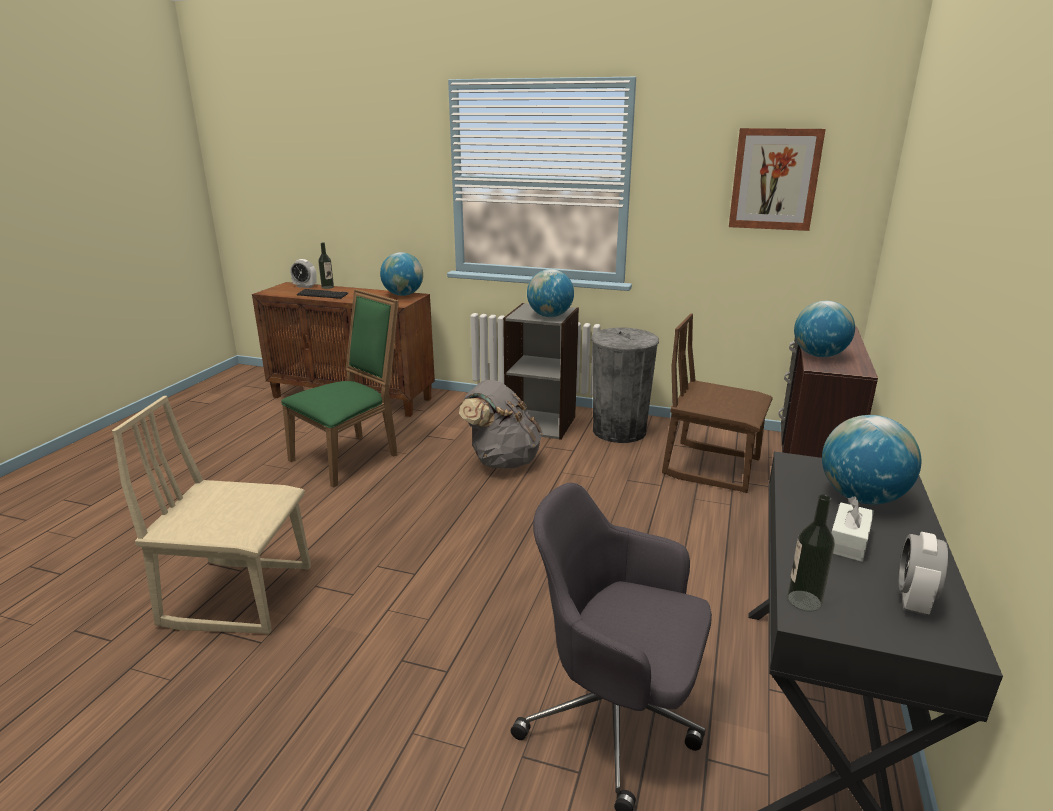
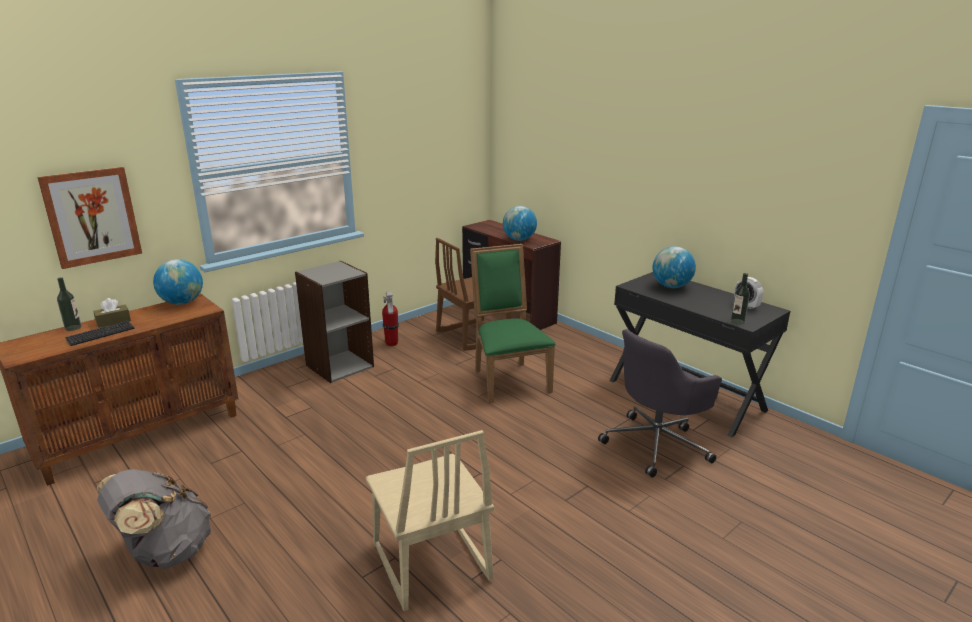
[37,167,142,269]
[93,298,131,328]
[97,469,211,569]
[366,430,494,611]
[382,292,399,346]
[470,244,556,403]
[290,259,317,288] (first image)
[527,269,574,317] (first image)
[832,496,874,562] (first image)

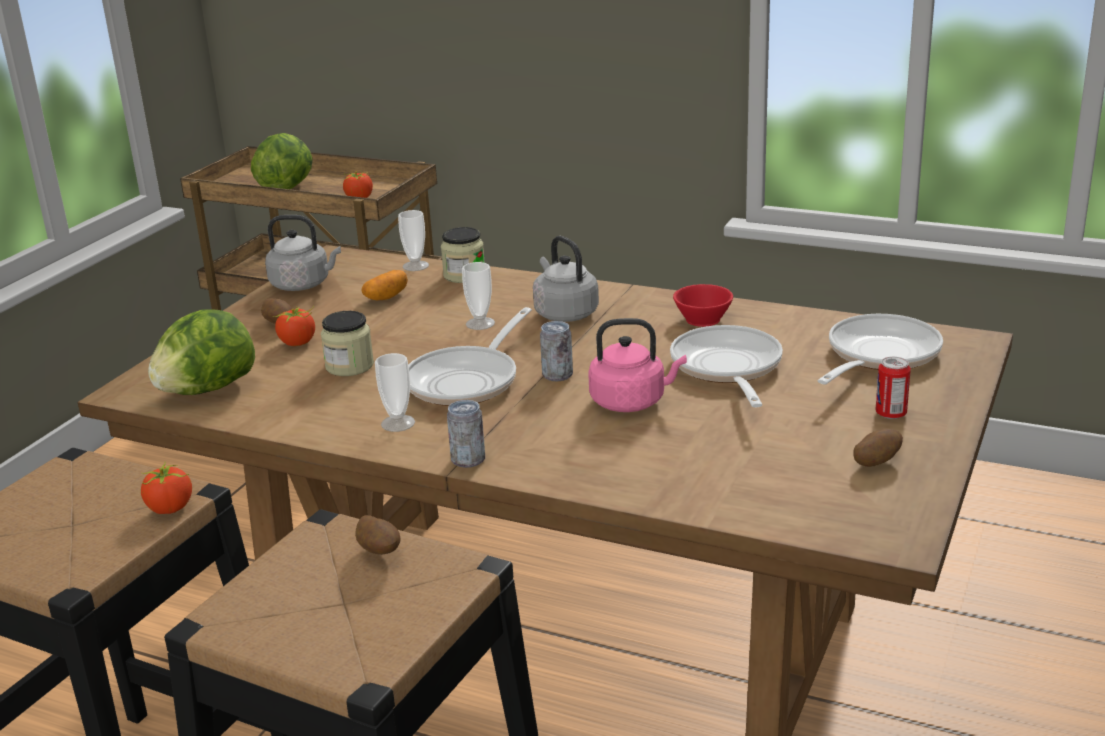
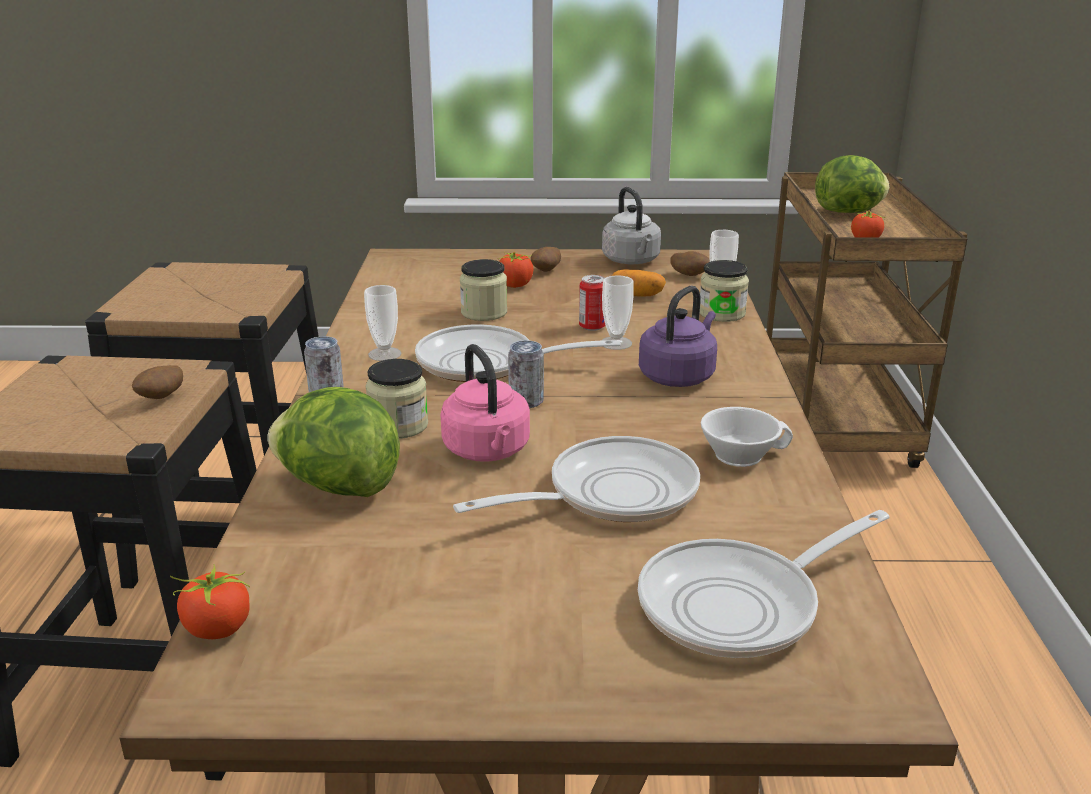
[170,564,250,639]
[267,387,400,497]
[365,359,428,439]
[579,275,606,331]
[638,510,890,658]
[639,286,717,387]
[670,251,710,276]
[701,407,793,467]

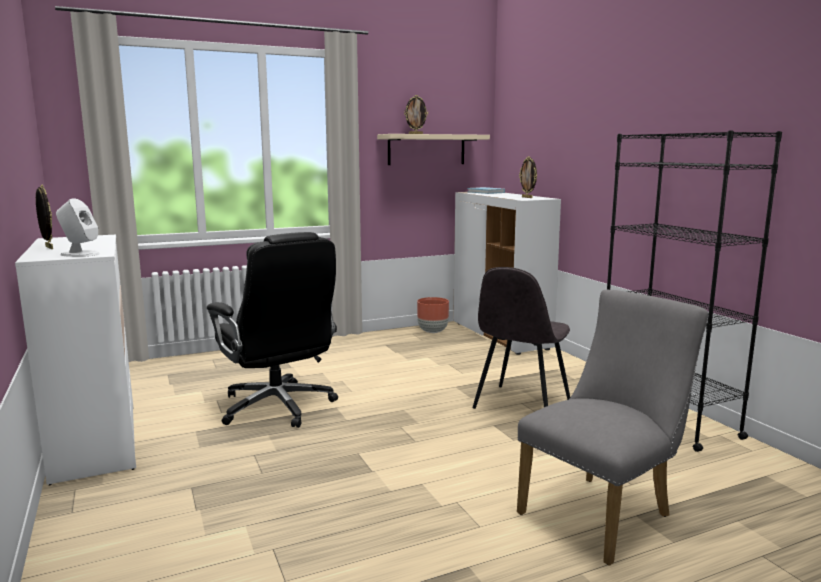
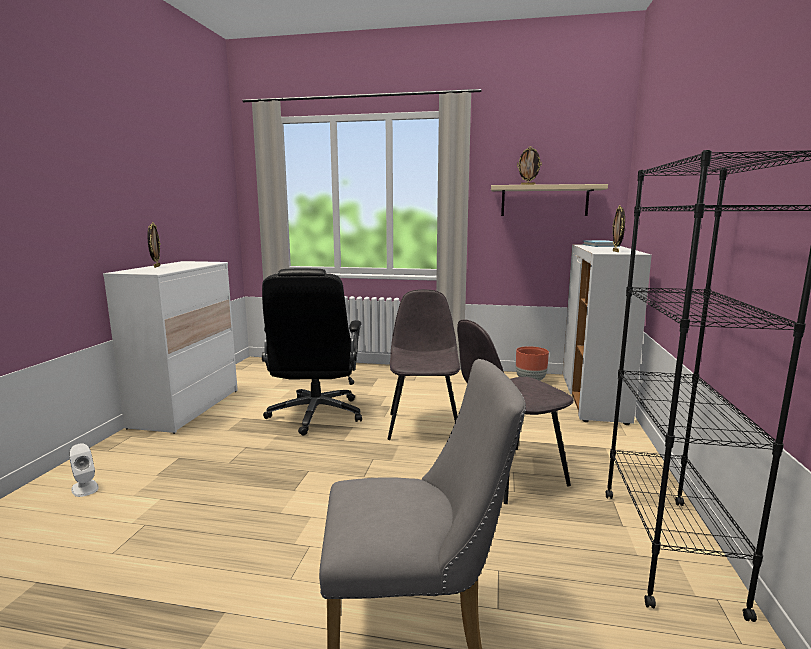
[69,444,99,497]
[387,289,460,440]

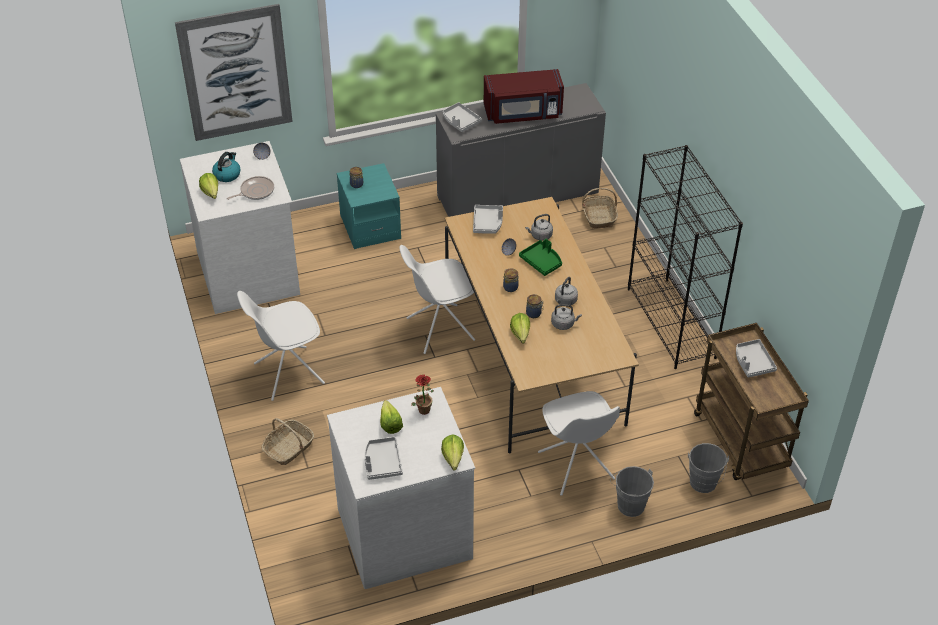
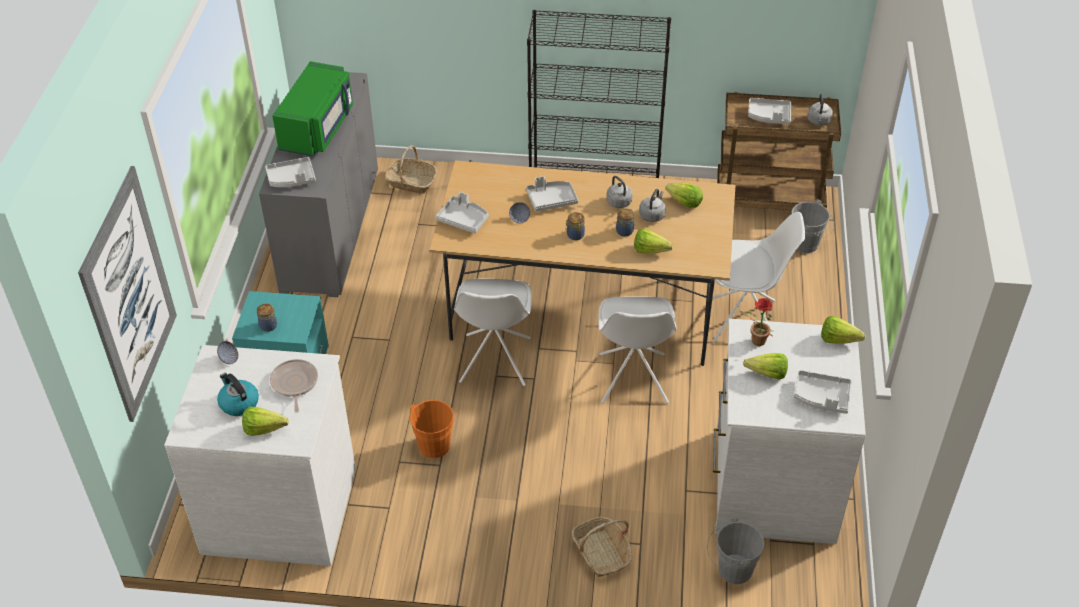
[272,61,353,156]
[410,400,460,458]
[526,176,578,212]
[598,297,677,404]
[665,183,703,208]
[707,518,765,584]
[807,94,833,126]

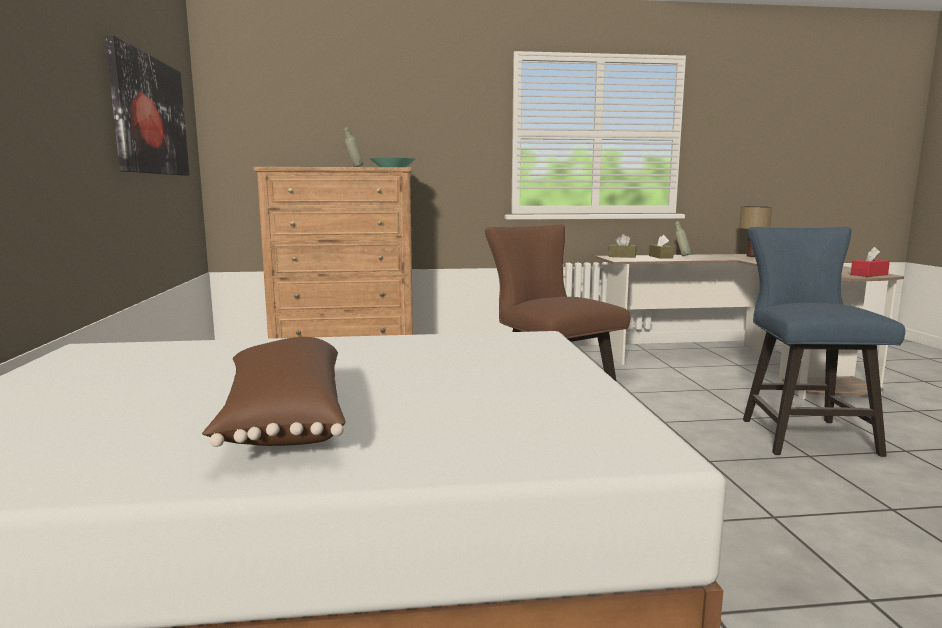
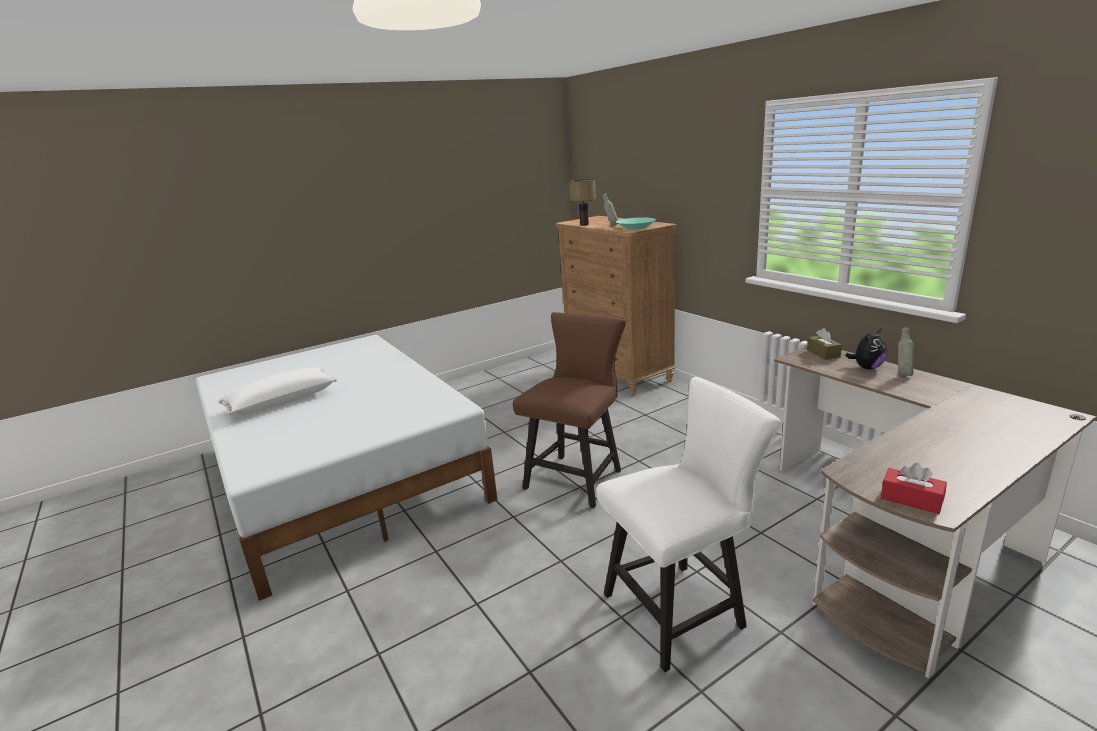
[218,367,337,415]
[570,179,596,226]
[596,377,781,672]
[845,329,887,370]
[105,35,189,176] (first image)

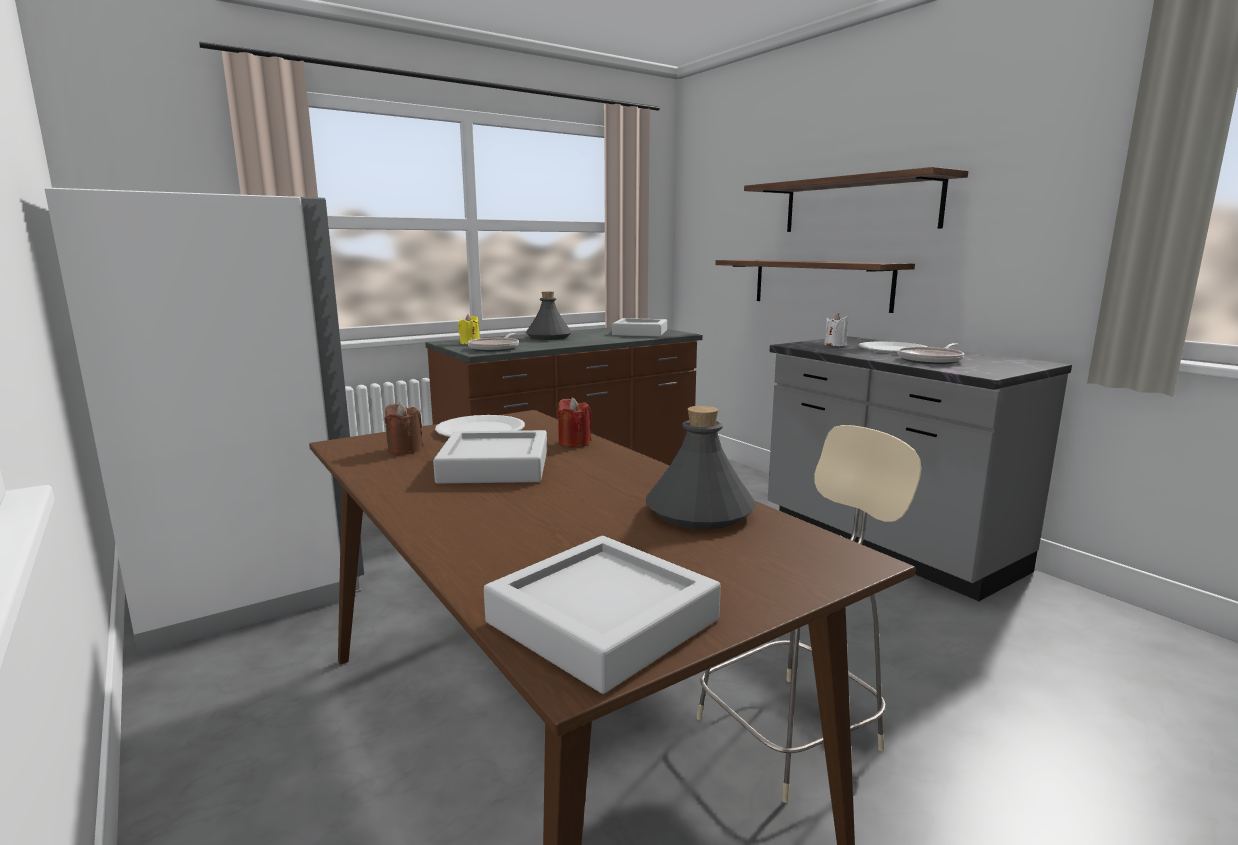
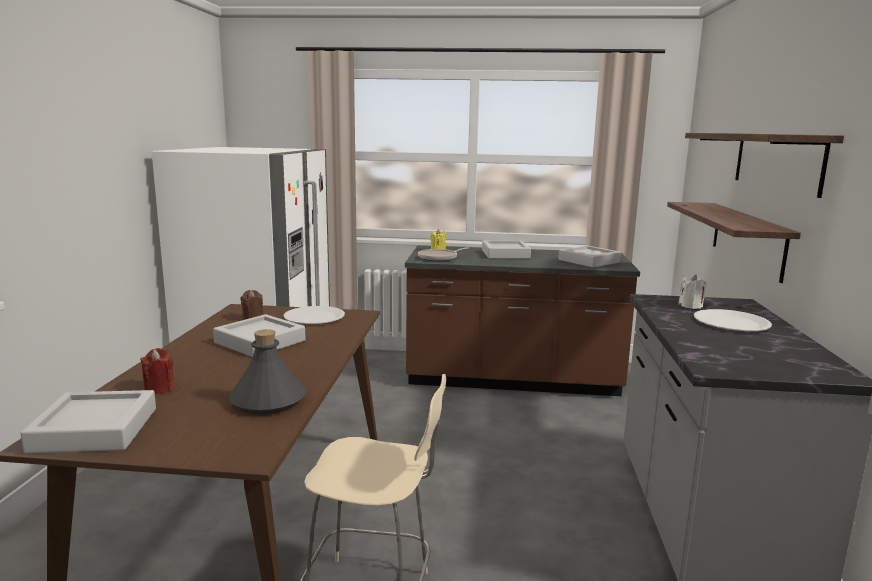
[140,348,175,394]
[482,240,531,259]
[897,343,964,364] (first image)

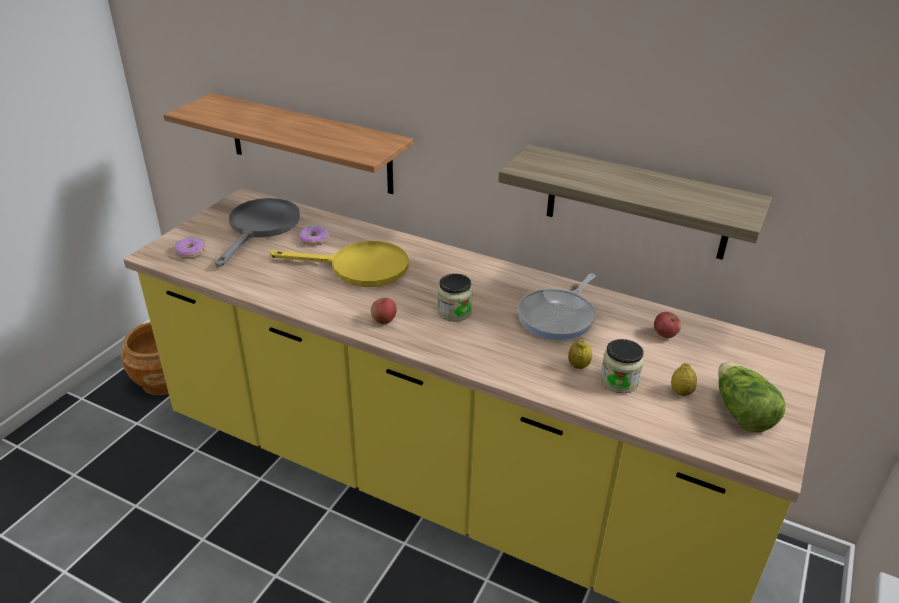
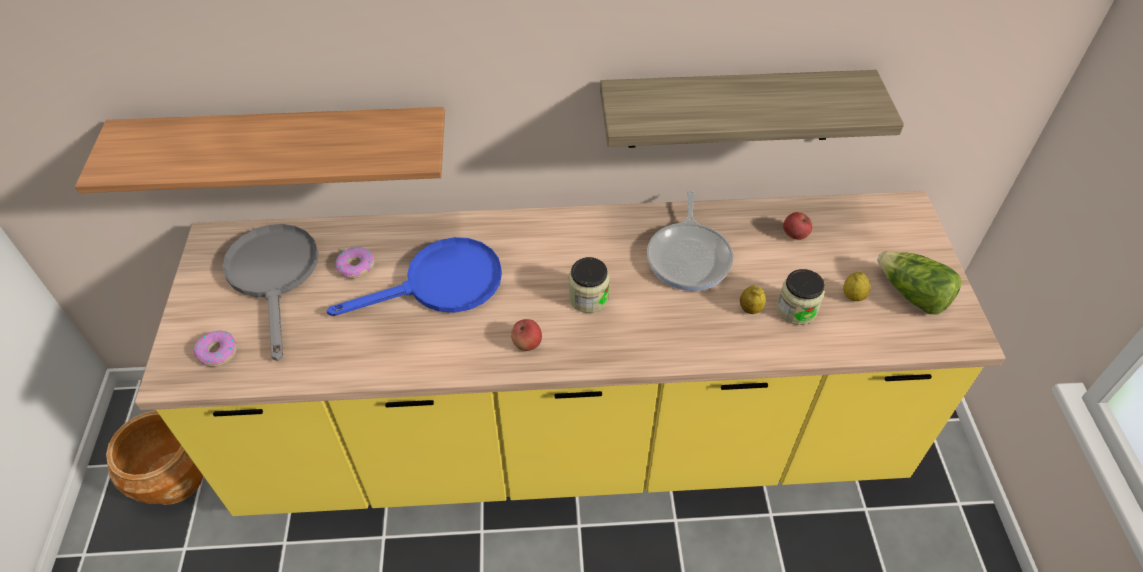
[327,237,502,316]

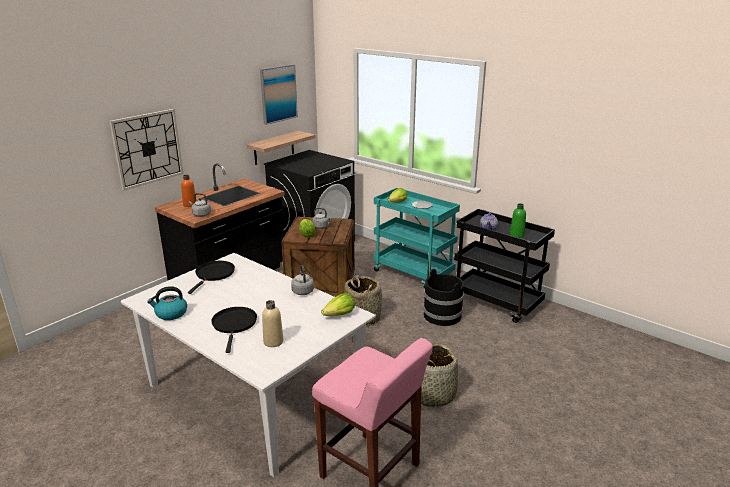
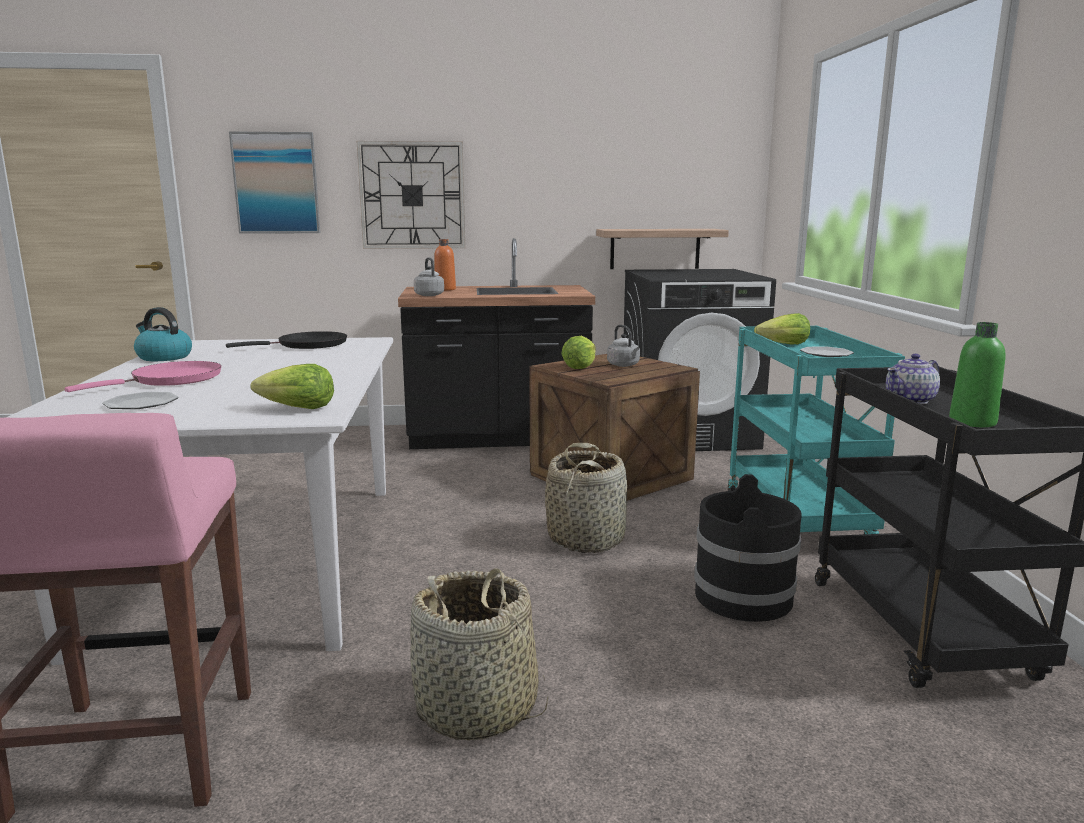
[65,361,222,392]
[102,392,179,409]
[229,131,321,234]
[291,265,314,295] (first image)

